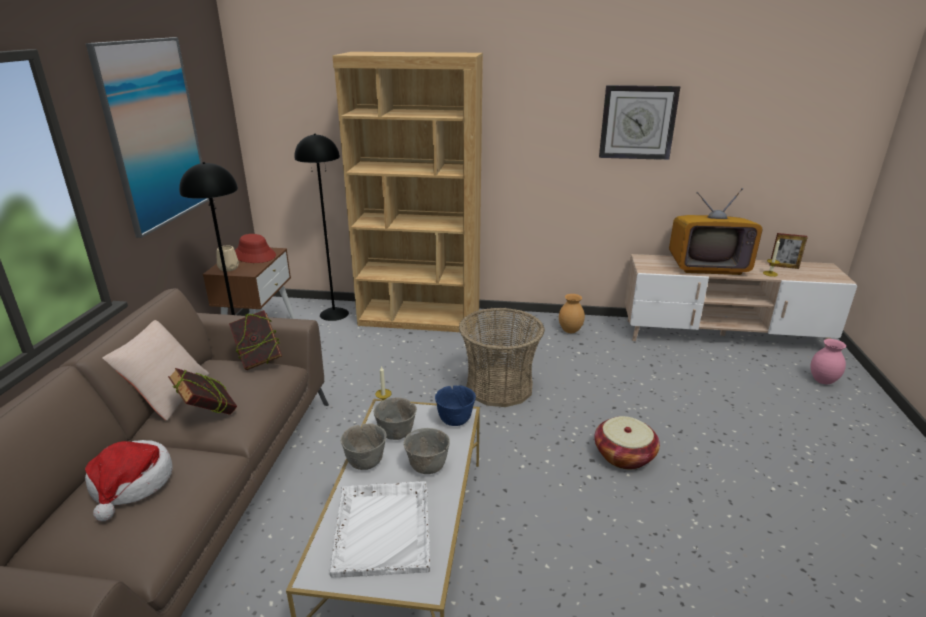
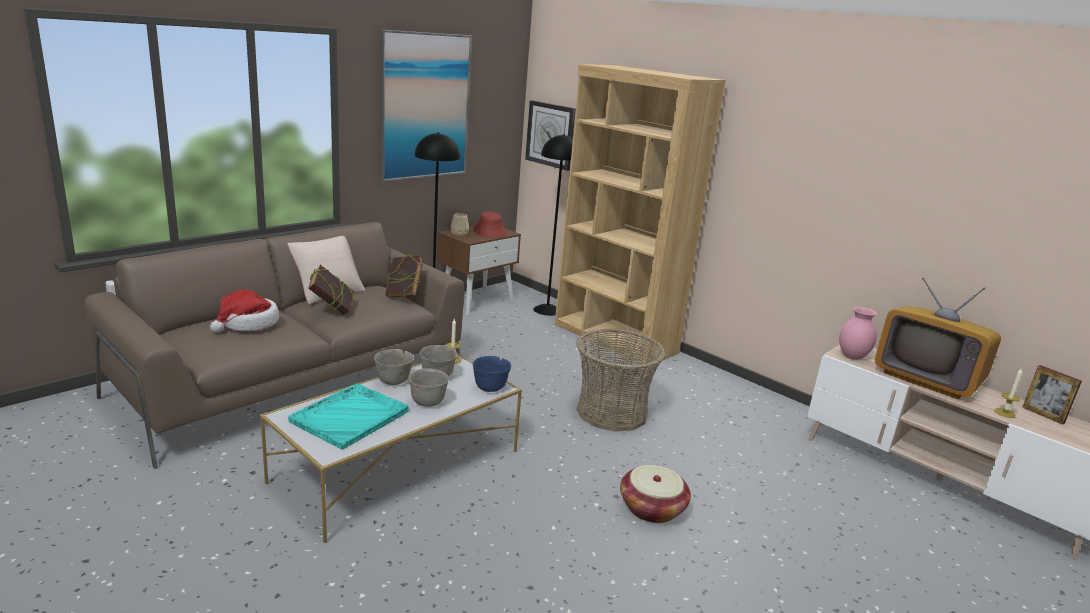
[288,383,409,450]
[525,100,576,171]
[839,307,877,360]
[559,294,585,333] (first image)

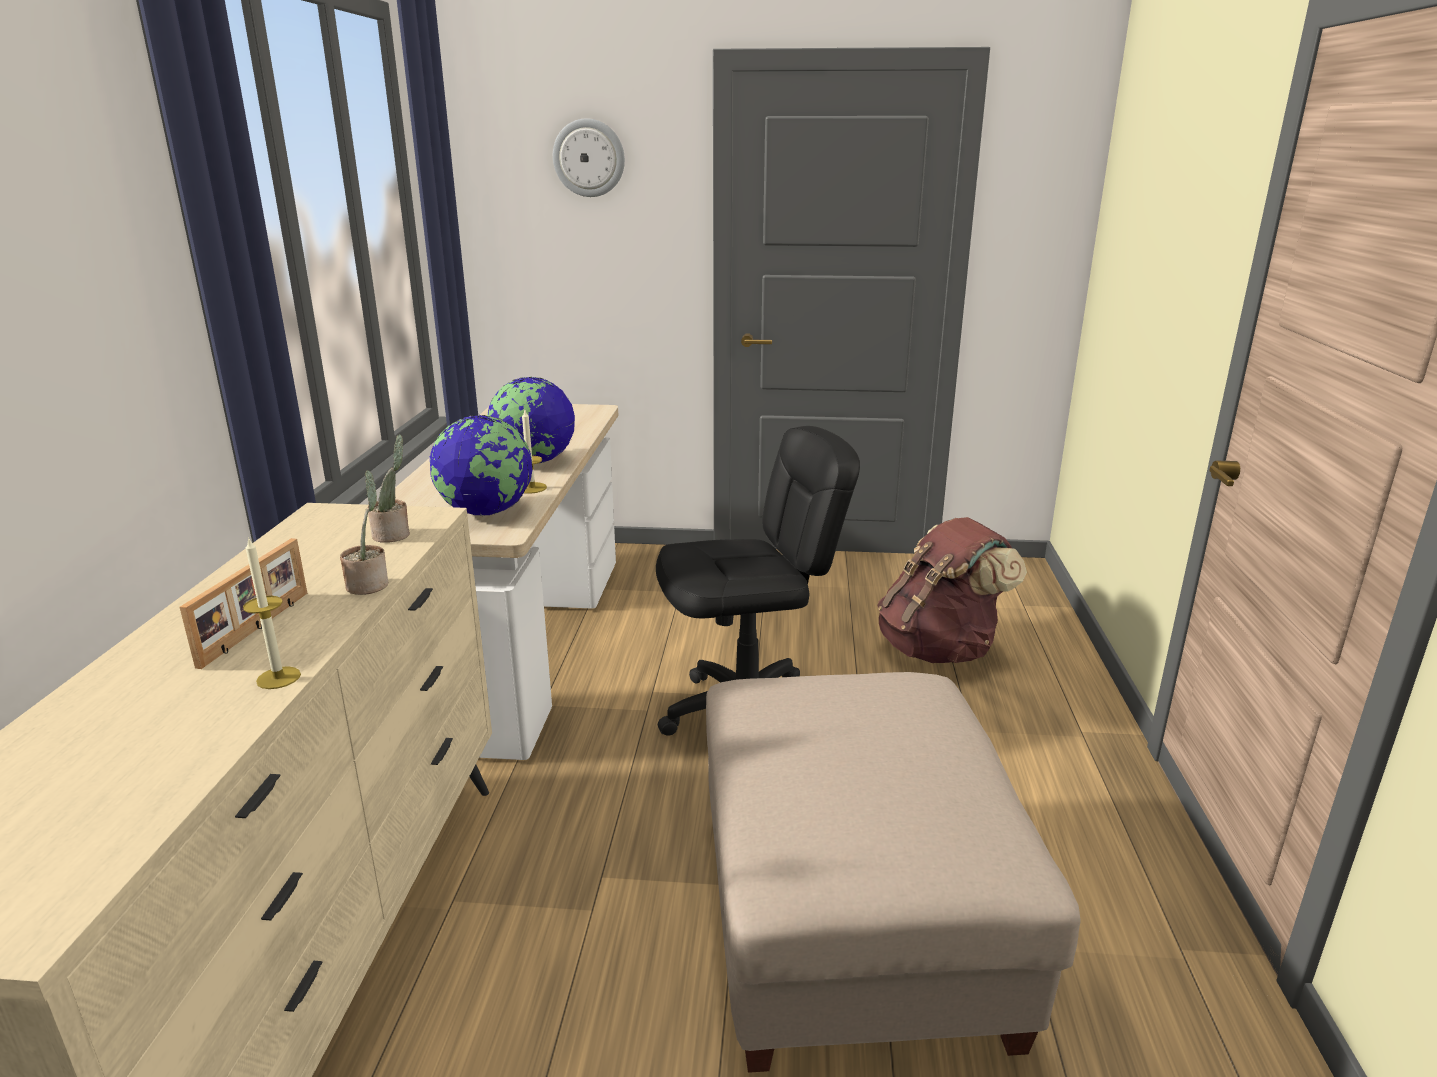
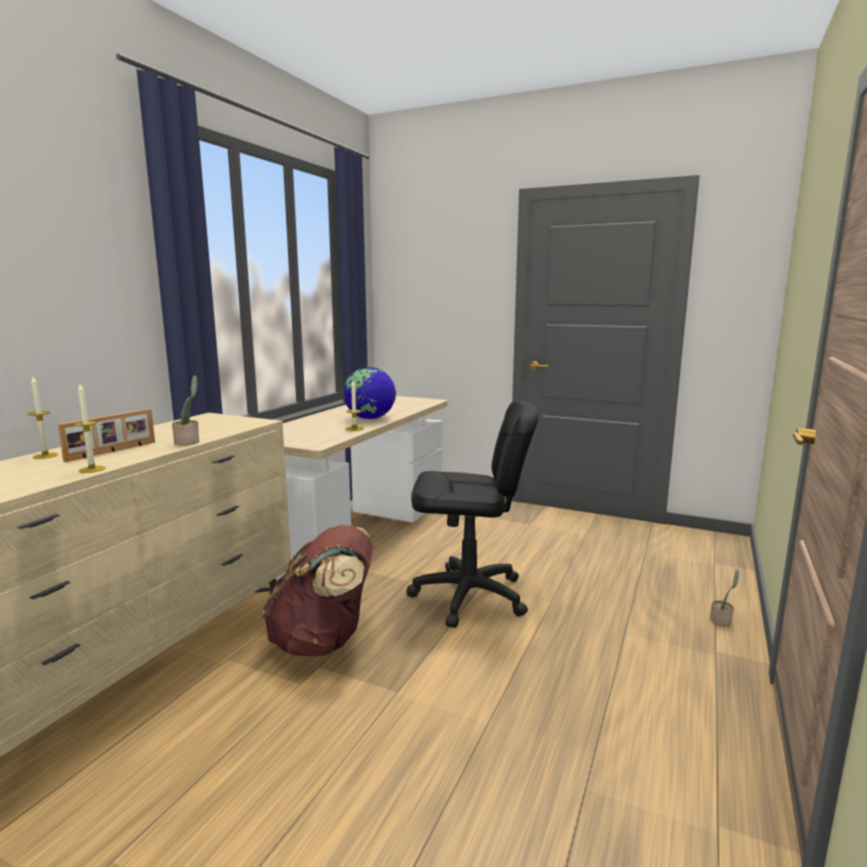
[28,377,58,459]
[262,525,373,656]
[710,570,739,626]
[430,415,533,516] (first image)
[553,118,625,197] (first image)
[706,672,1081,1073] (first image)

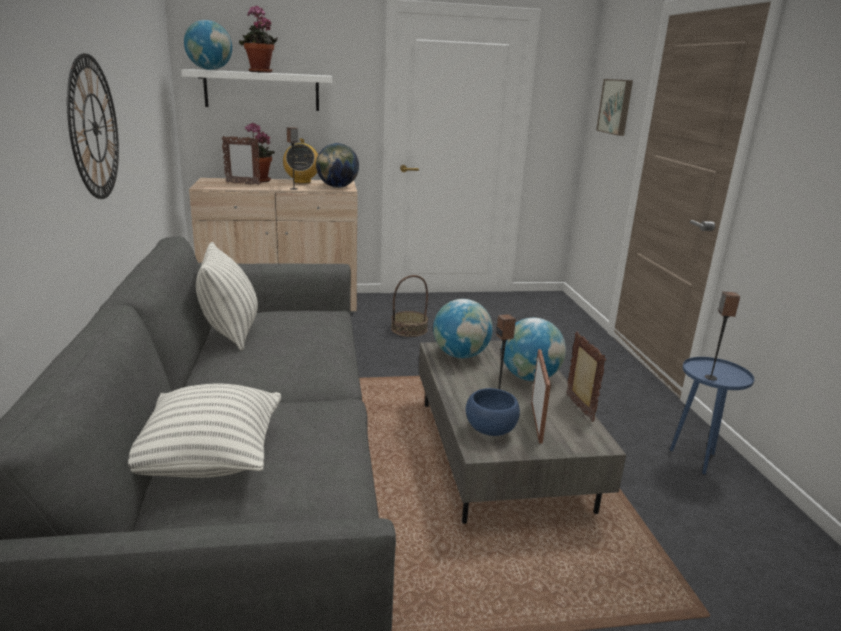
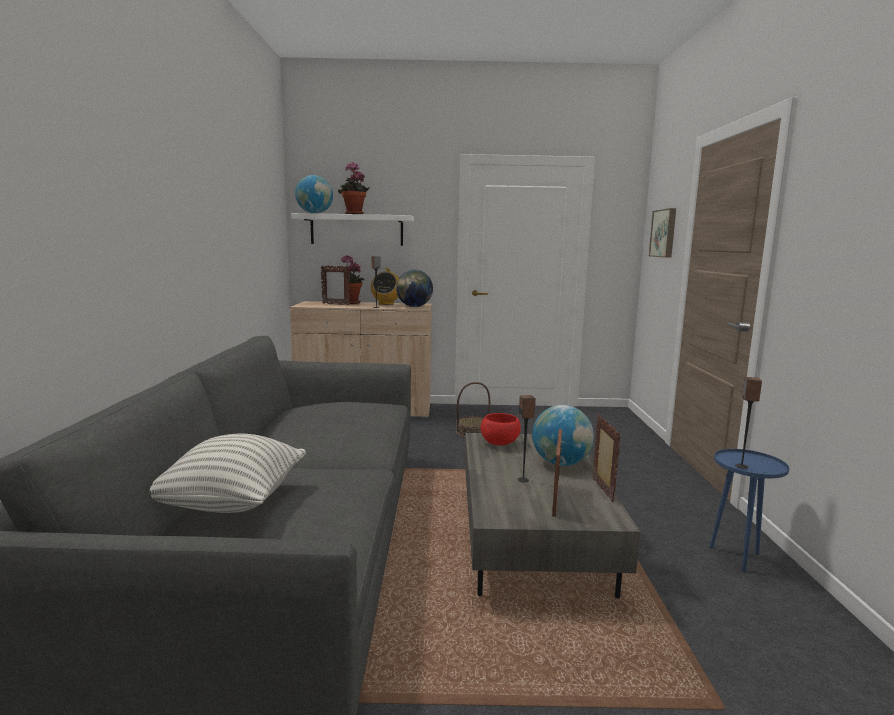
[480,413,521,446]
[67,53,119,199] (first image)
[196,242,258,351] (first image)
[466,388,520,436] (first image)

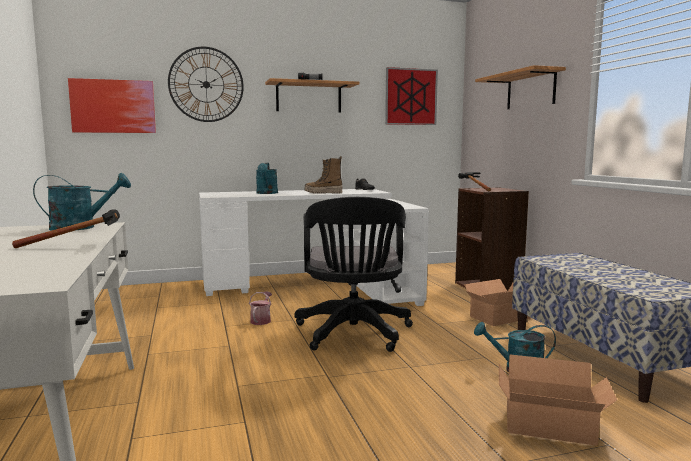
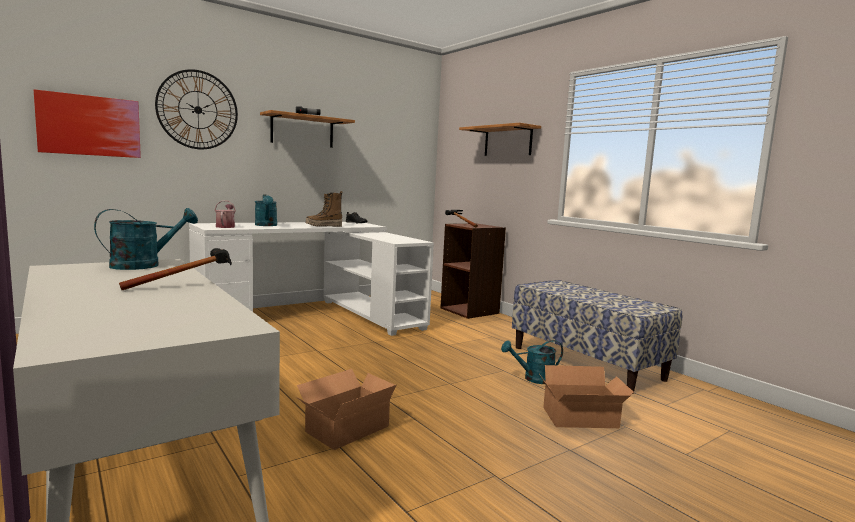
[214,200,236,228]
[297,369,396,450]
[295,197,413,352] (first image)
[385,67,438,125] (first image)

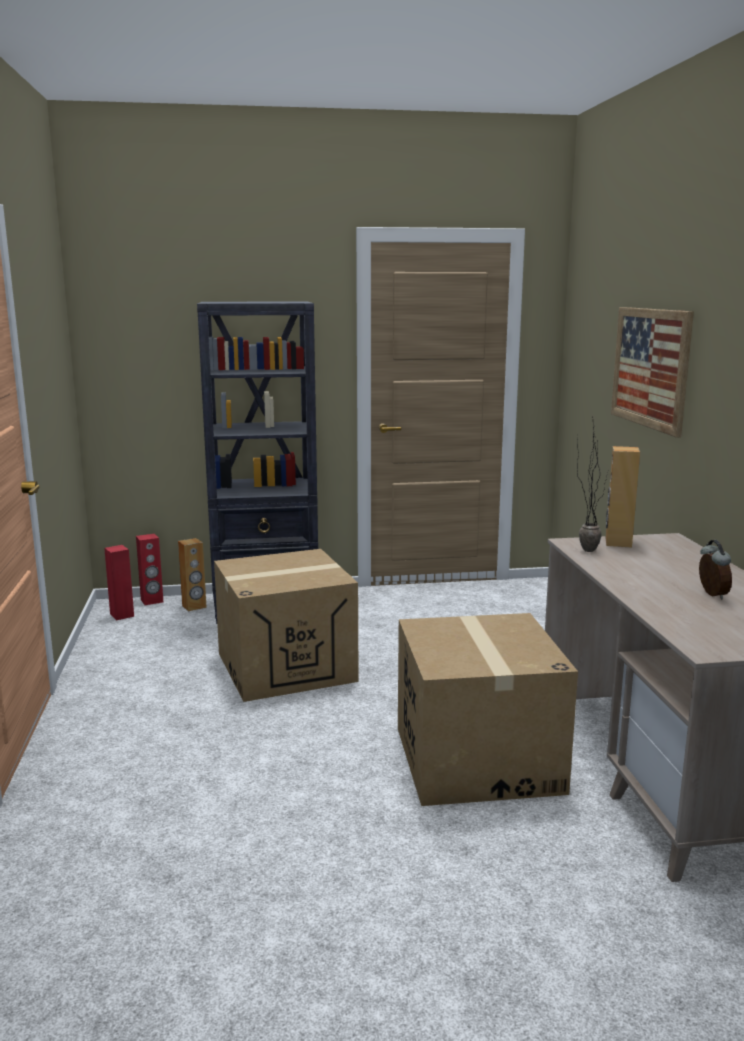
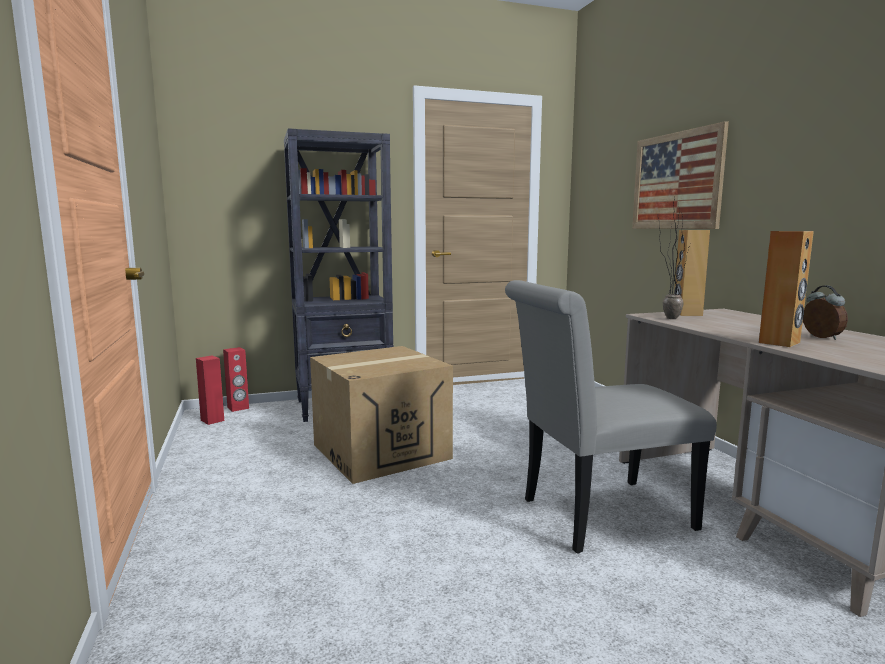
[505,280,717,554]
[759,231,814,347]

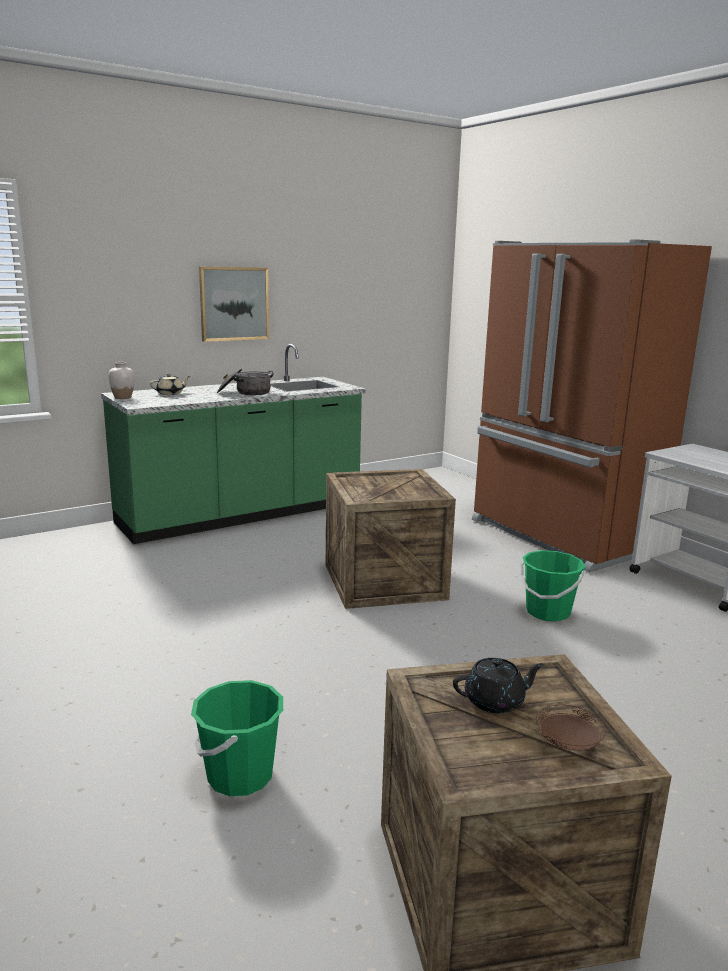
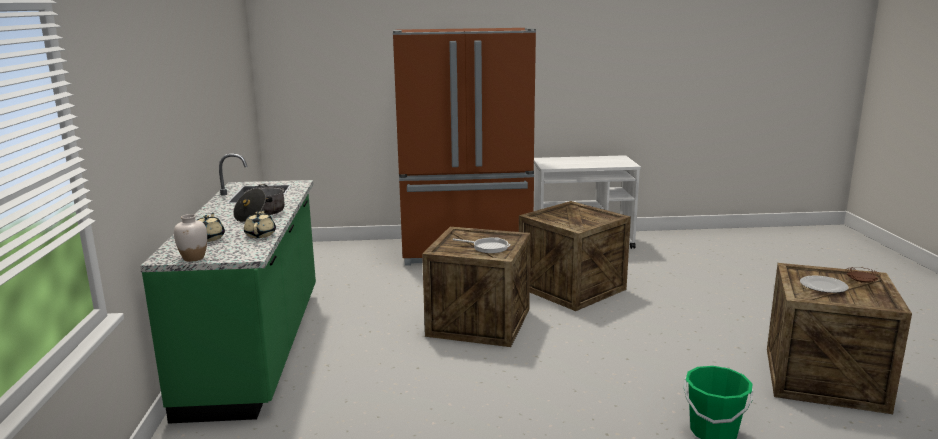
[244,210,276,238]
[453,238,511,253]
[519,201,631,311]
[800,275,849,293]
[199,267,269,342] (first image)

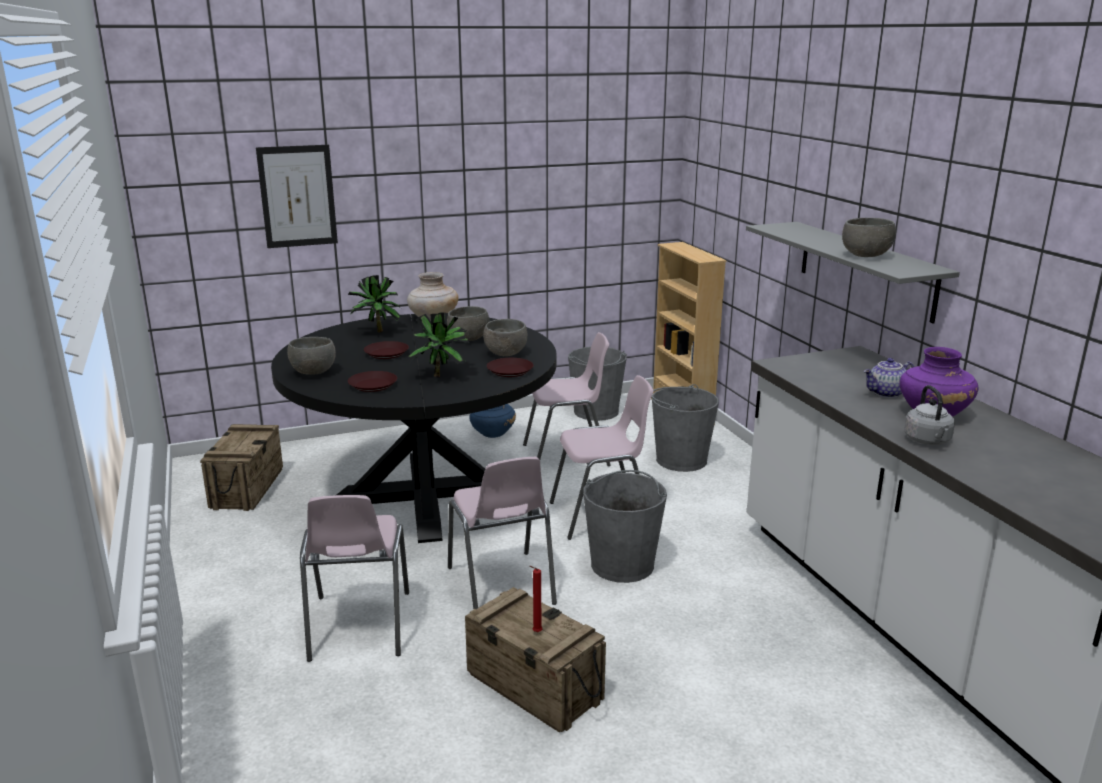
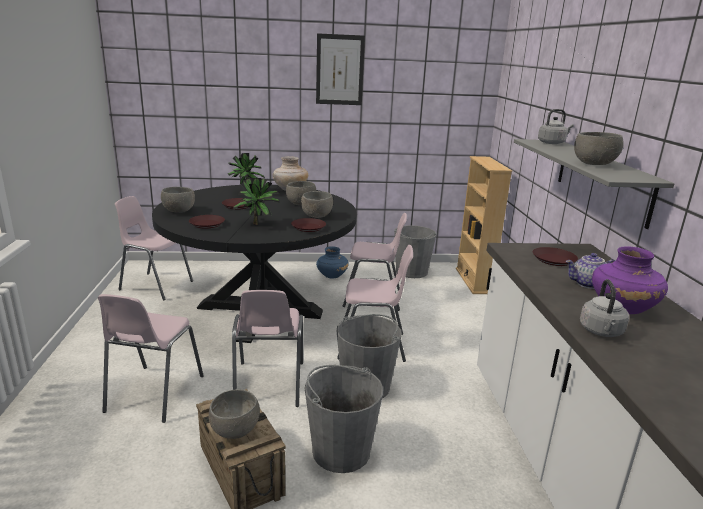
[115,196,193,300]
[209,389,260,439]
[305,365,383,473]
[316,33,365,105]
[533,247,578,266]
[538,109,574,144]

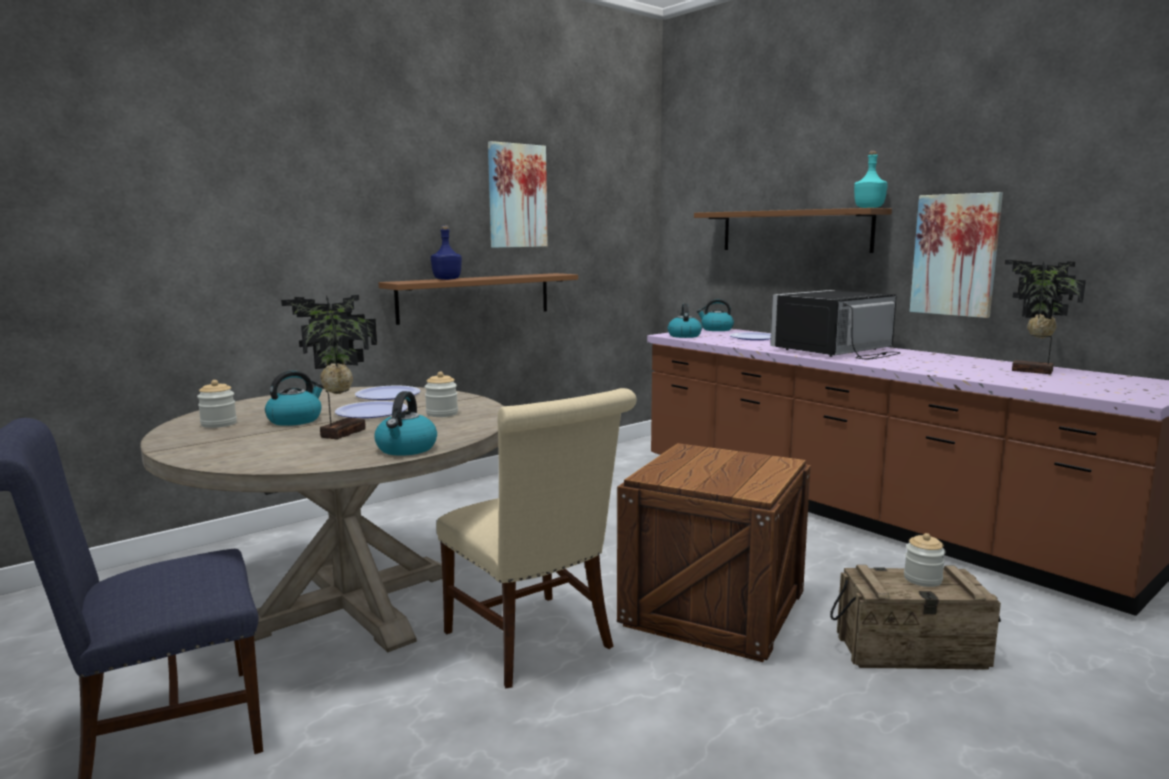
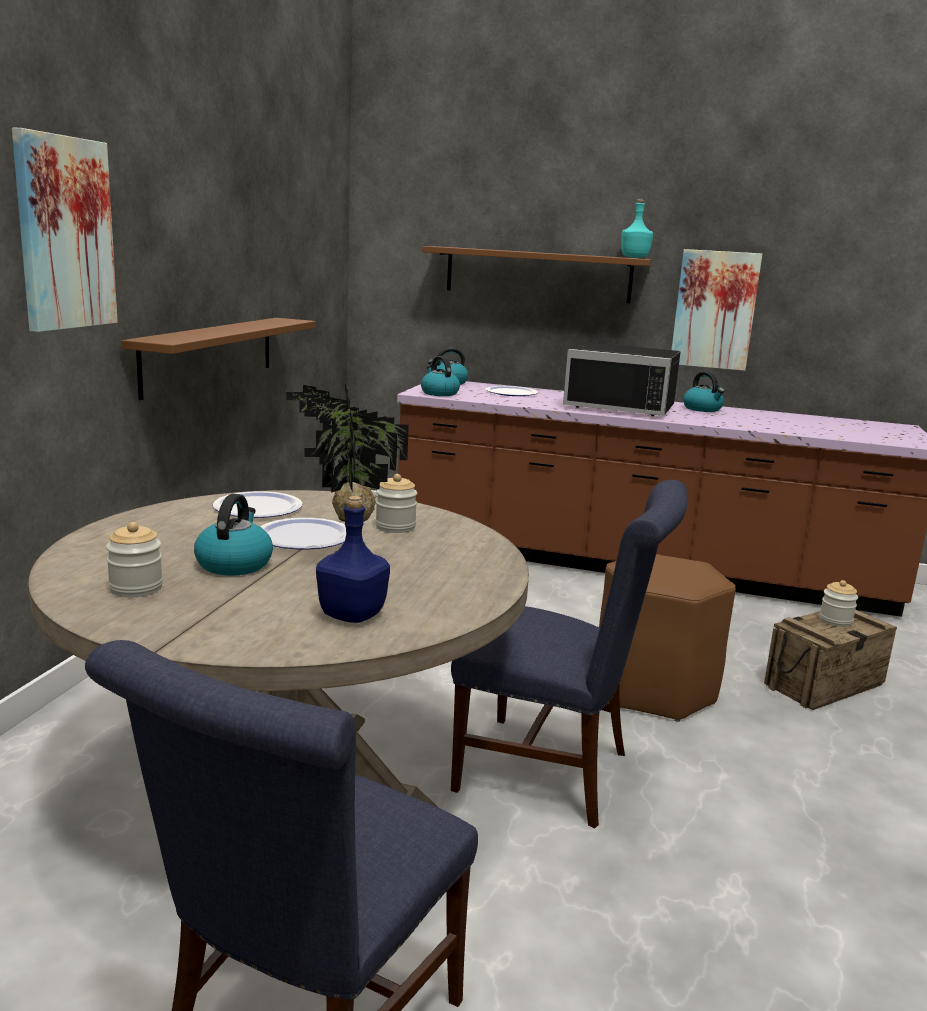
[12,128,118,332]
[316,496,390,623]
[451,480,687,828]
[563,342,681,416]
[599,554,736,722]
[683,371,725,412]
[1005,260,1086,374] (first image)

